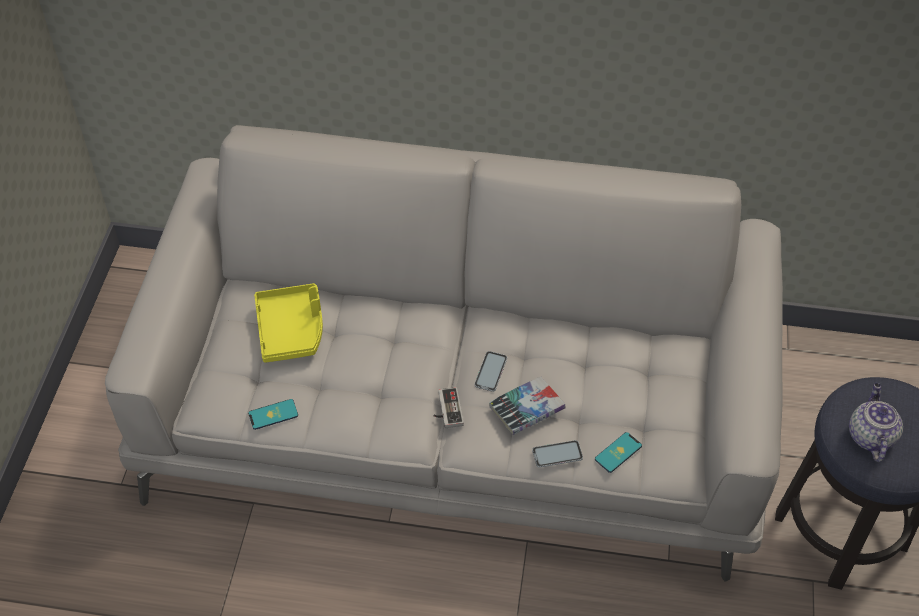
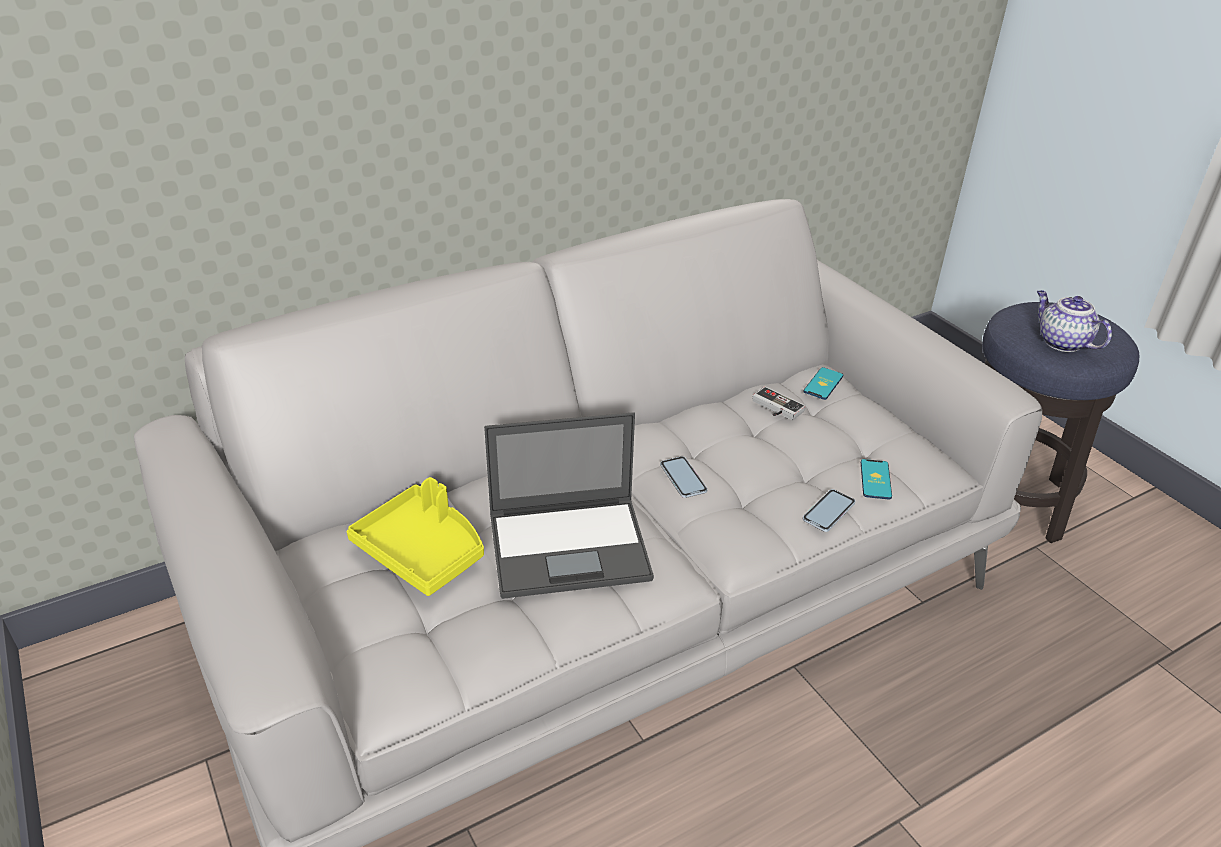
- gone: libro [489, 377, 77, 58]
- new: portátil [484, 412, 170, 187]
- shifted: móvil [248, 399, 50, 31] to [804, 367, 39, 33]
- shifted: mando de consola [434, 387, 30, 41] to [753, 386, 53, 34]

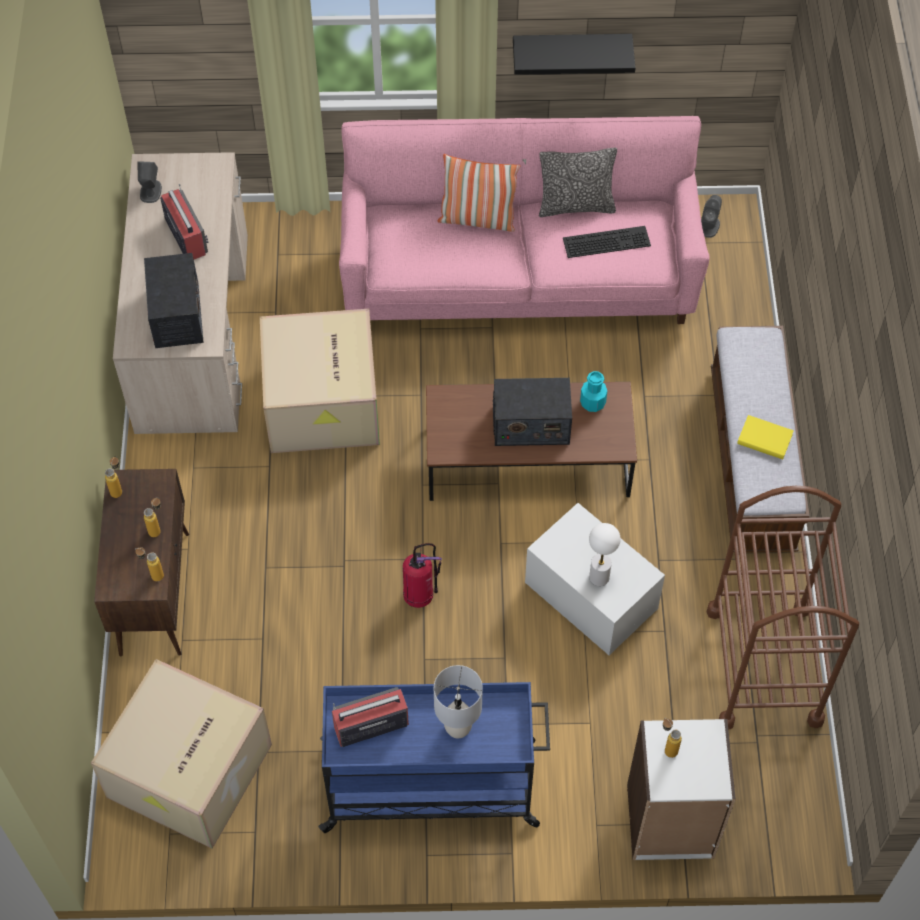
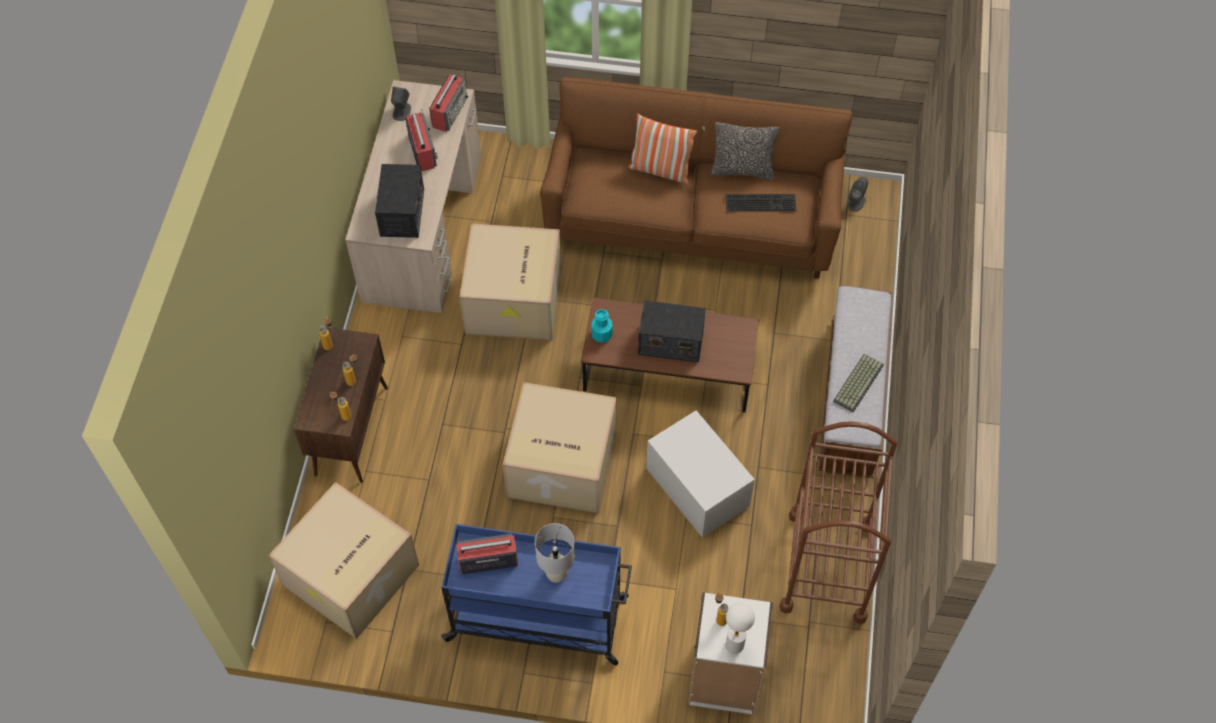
- gone: estante [negro] [513, 34, 122, 41]
- new: radio [429, 74, 39, 58]
- shifted: botella [turquesa] [580, 371, 27, 41] to [592, 309, 20, 34]
- shifted: lámpara de mesa [blanco] [589, 523, 32, 63] to [726, 602, 29, 51]
- swapped: extintor [403, 543, 39, 65] to caja de cartón [503, 382, 114, 131]
- swapped: libro [amarillo] [737, 415, 57, 44] to teclado [833, 354, 51, 58]
- repainted: sofá [rosa] [339, 116, 371, 208] to sofá [marrón] [540, 77, 312, 202]

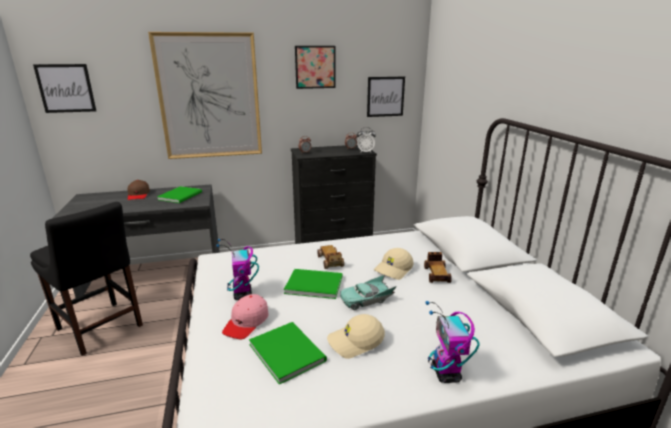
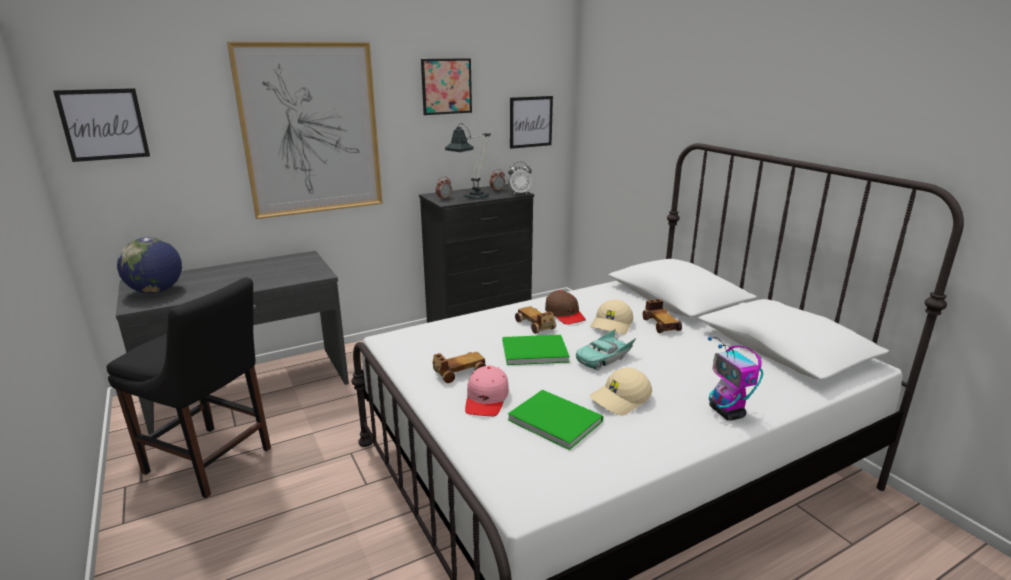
- gone: libro [verde] [157, 186, 45, 17]
- new: globo terráqueo [117, 237, 65, 56]
- new: lámpara de mesa [445, 123, 46, 77]
- shifted: gorra [marrón] [128, 180, 22, 20] to [545, 290, 41, 35]
- swapped: robot de juguete [216, 239, 43, 61] to coche de juguete [433, 352, 53, 31]

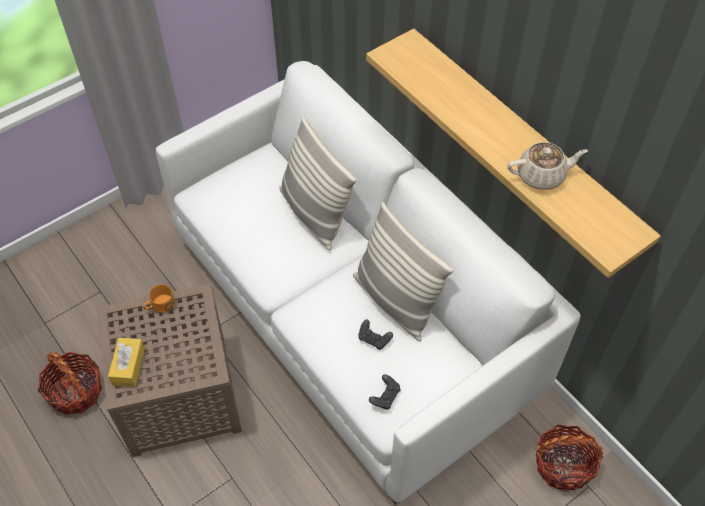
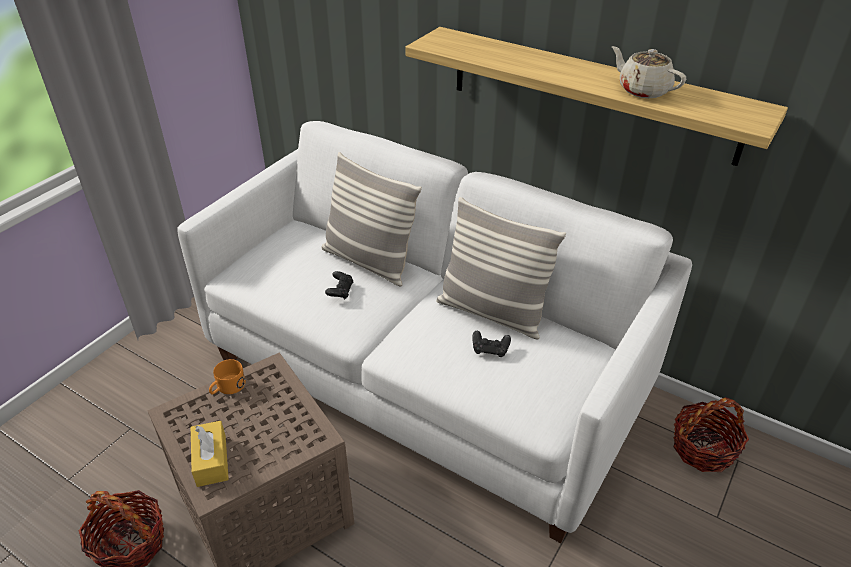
- shifted: mando de consola [negro] [369, 374, 31, 35] to [325, 271, 28, 28]
- rotated: tetera [beis] [508, 142, 80, 48] = [612, 46, 74, 52] 105 degrees counterclockwise

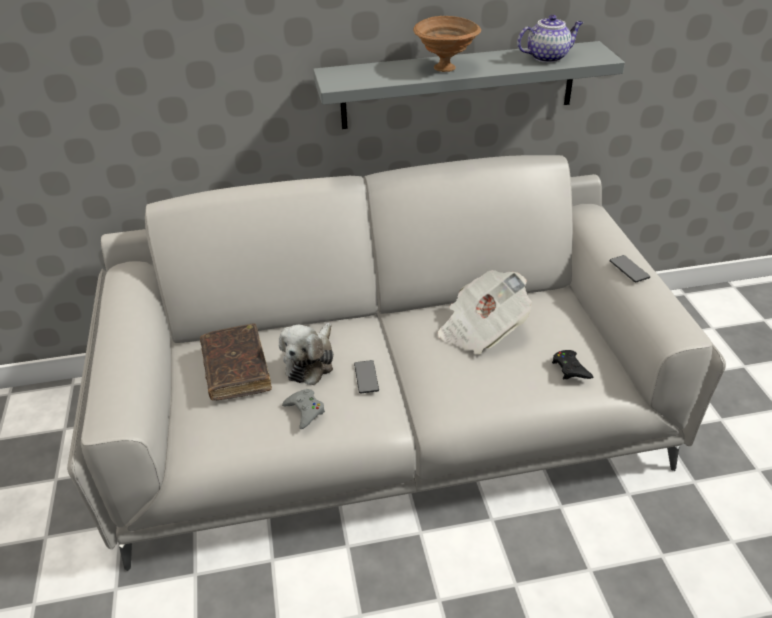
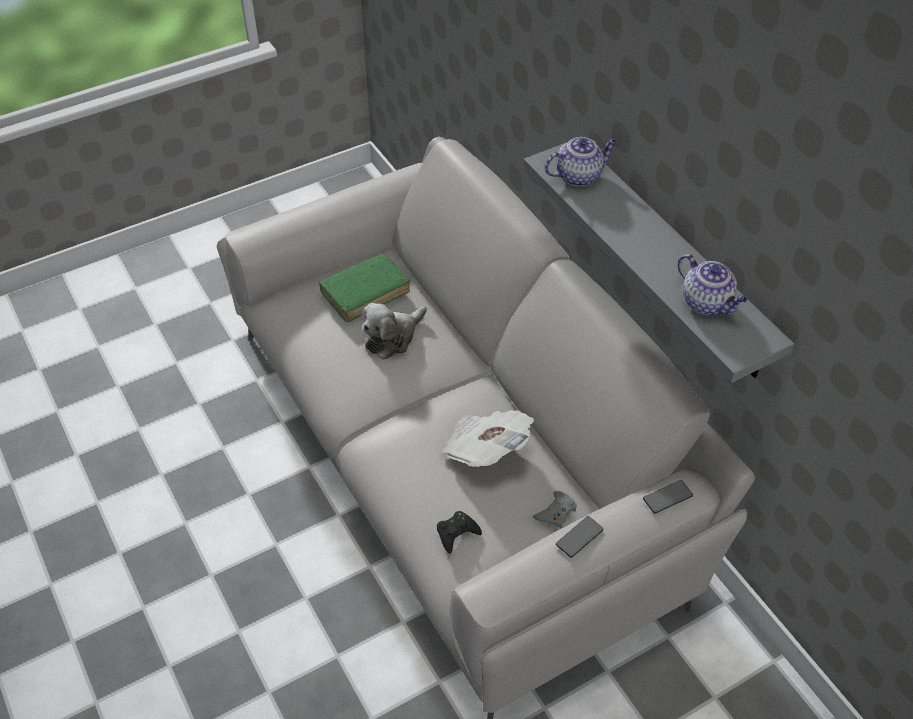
- gone: cuenco [marrón] [413, 16, 68, 56]
- new: tetera [544, 137, 73, 49]
- shifted: mando de consola [gris] [282, 389, 43, 40] to [533, 491, 44, 37]
- shifted: móvil [354, 360, 25, 34] to [643, 480, 50, 34]
- repainted: libro [marrón] [200, 323, 72, 77] to libro [verde] [319, 254, 91, 68]
- rotated: peluche [279, 322, 54, 63] = [361, 303, 66, 57] 45 degrees counterclockwise

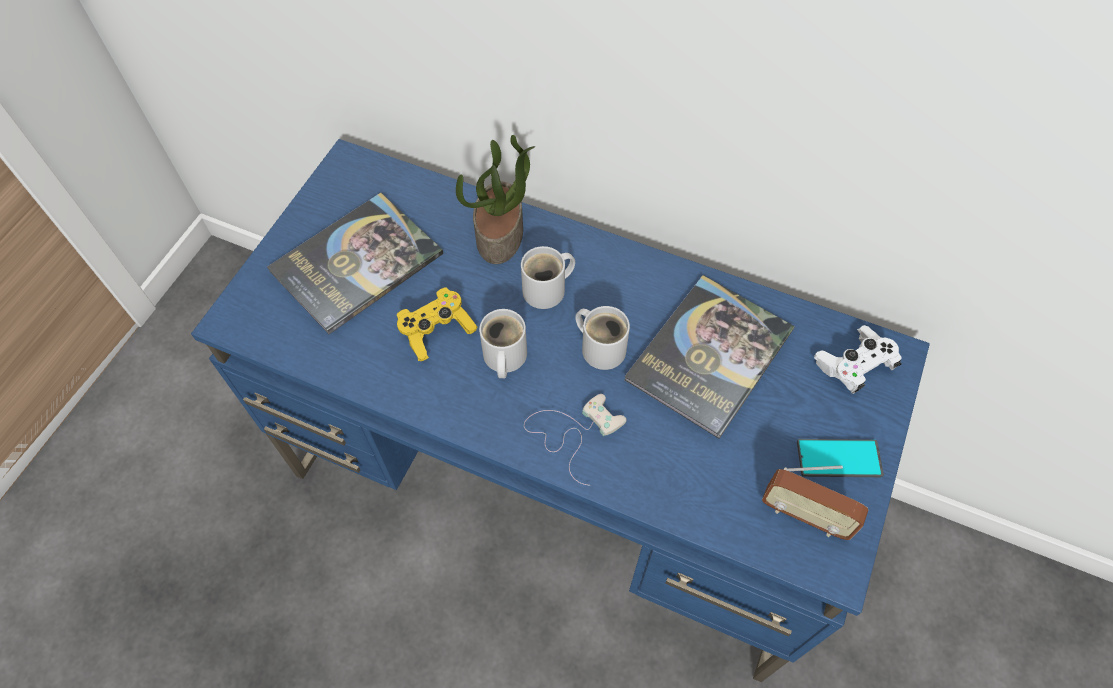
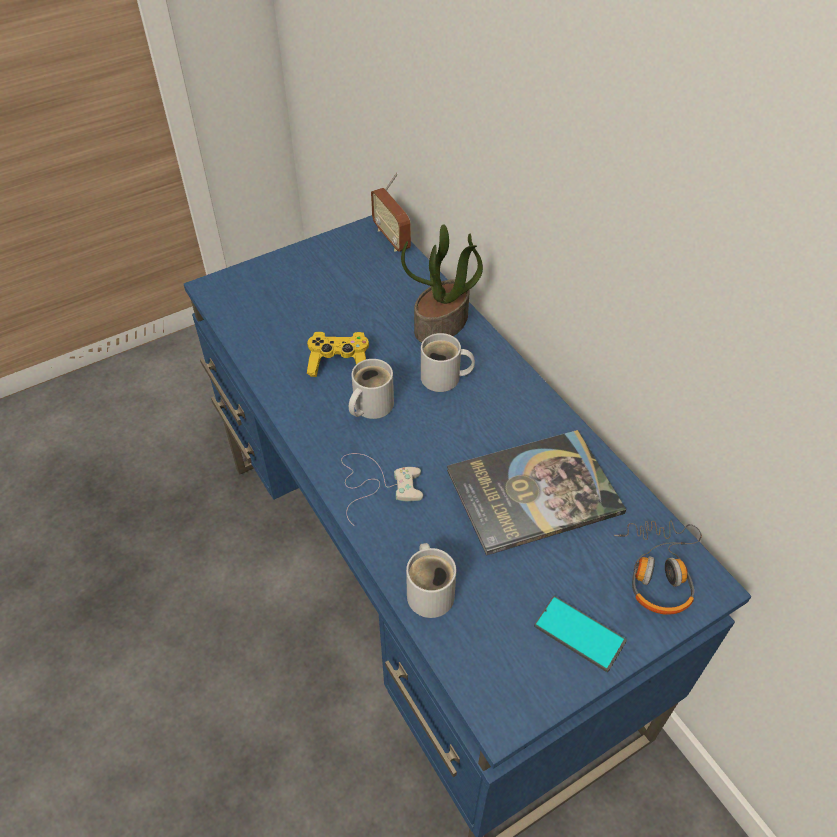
- gone: libro [267, 193, 176, 141]
- shifted: taza grande [blanco] [575, 306, 55, 64] to [406, 543, 50, 75]
- shifted: radio [762, 465, 106, 75] to [371, 172, 40, 80]
- swapped: mando de consola [blanco] [814, 325, 88, 69] to auriculares [614, 520, 88, 95]

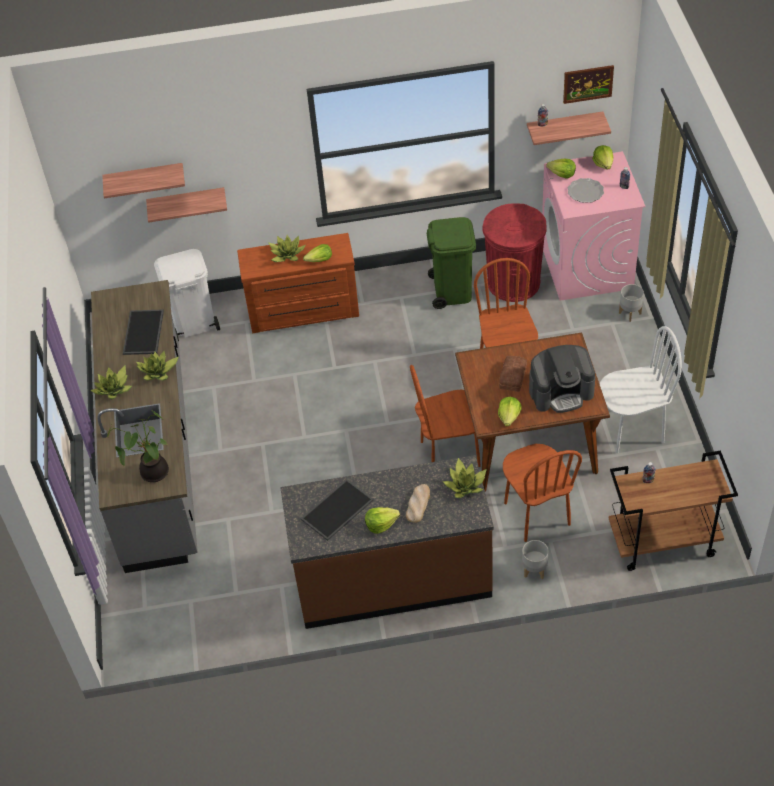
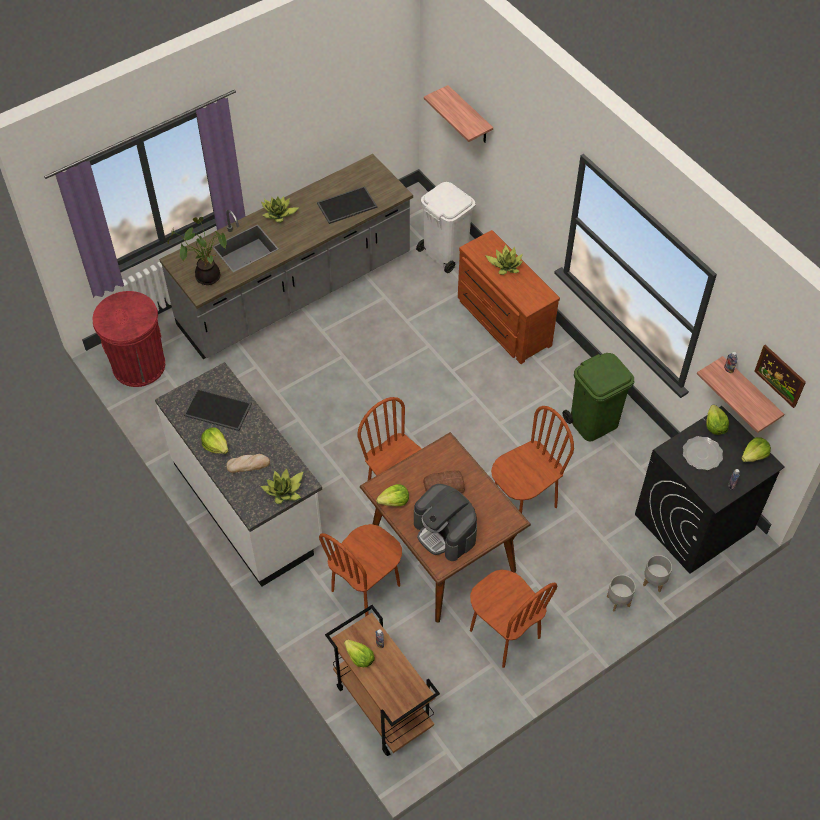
- gone: planta en maceta [136, 351, 43, 30]
- gone: estante [146, 187, 81, 36]
- shifted: lechuga [303, 244, 29, 18] to [344, 639, 31, 28]
- shifted: papelera [rojo] [482, 203, 65, 99] to [93, 291, 72, 96]
- shifted: maceta [gris] [522, 540, 27, 39] to [607, 575, 28, 37]
- repainted: mueble bajo de cocina [marrón] [280, 455, 214, 174] to mueble bajo de cocina [blanco] [155, 362, 167, 225]
- repainted: lavadora [rosa] [542, 151, 103, 150] to lavadora [negro] [635, 406, 150, 168]
- repainted: silla [blanco] [600, 326, 82, 127] to silla [marrón] [470, 570, 87, 98]

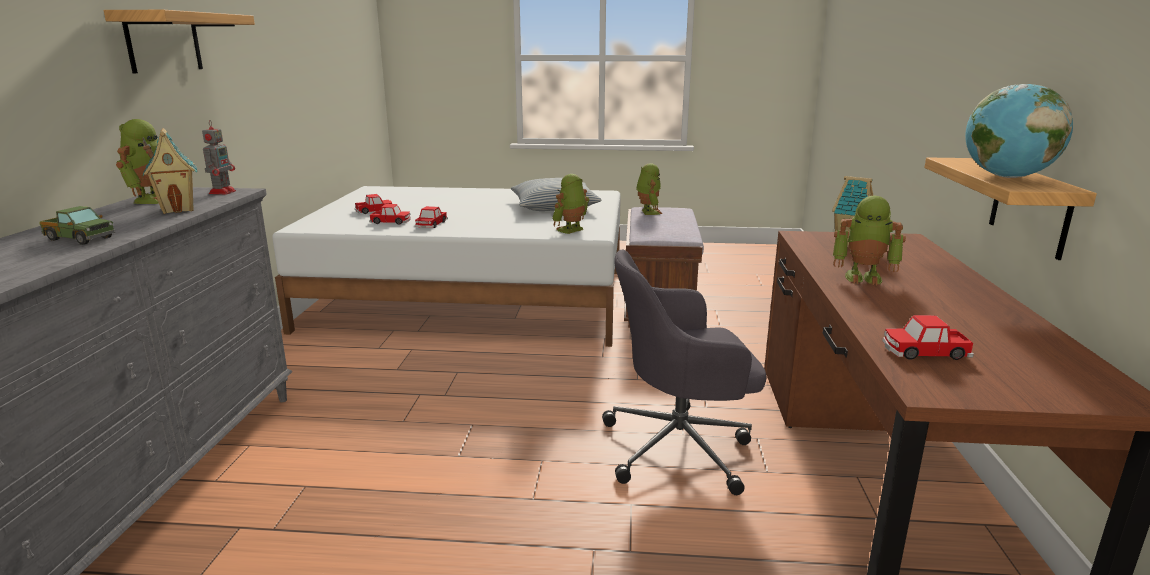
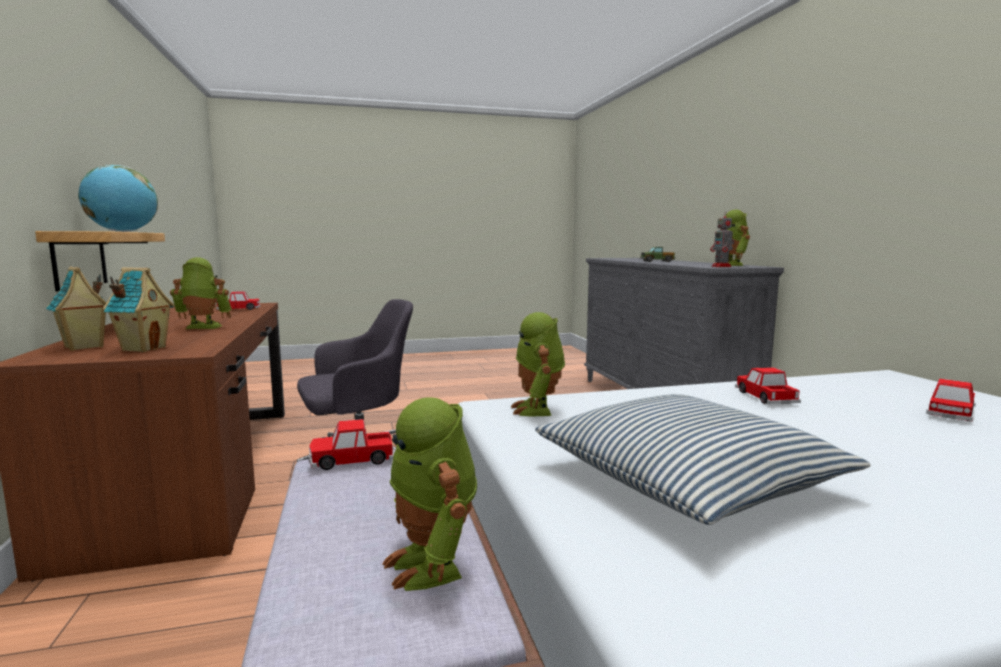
- gone: estante [104, 10, 151, 63]
- shifted: casita [142, 128, 55, 86] to [46, 266, 60, 85]
- shifted: coche de juguete [369, 204, 42, 21] to [309, 419, 85, 51]
- rotated: robot de juguete [552, 174, 37, 60] = [511, 312, 54, 104] 150 degrees clockwise

